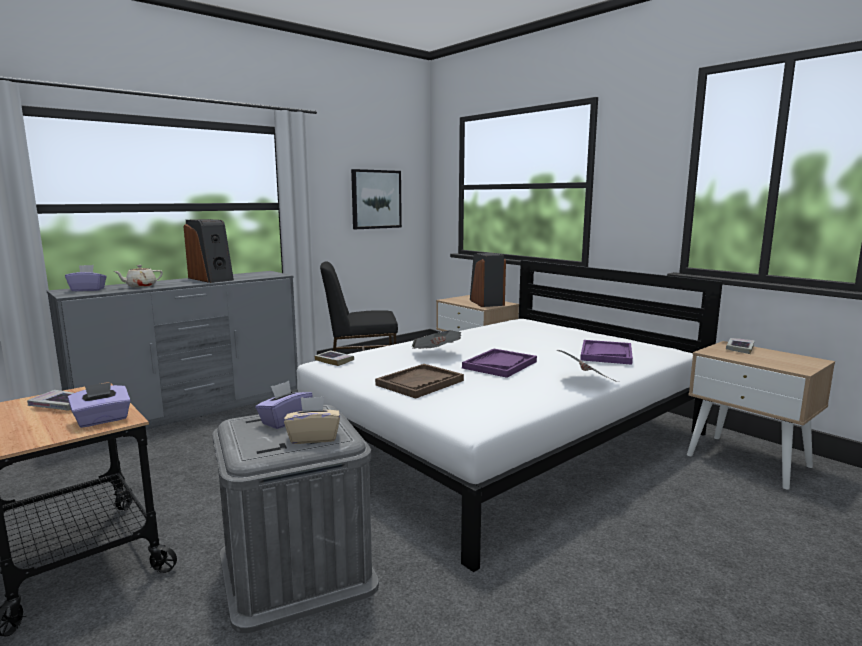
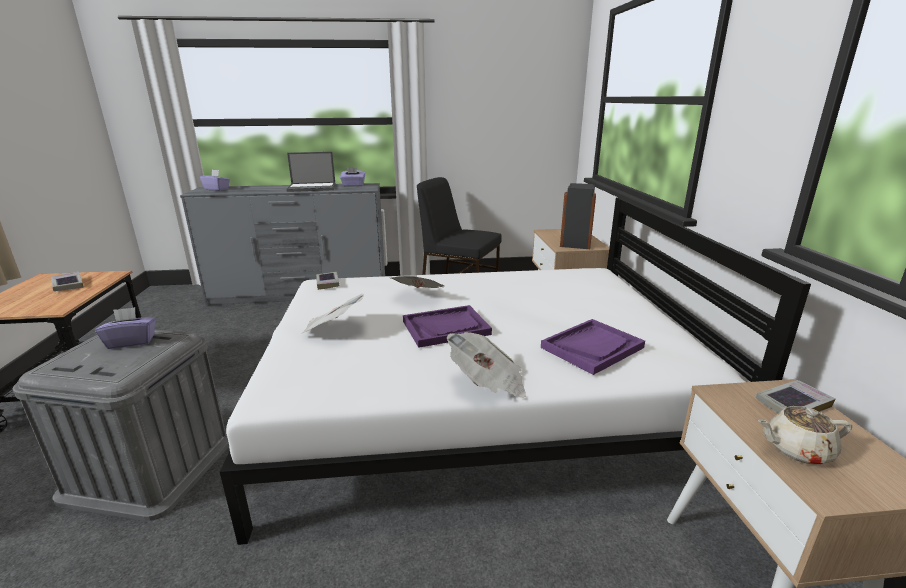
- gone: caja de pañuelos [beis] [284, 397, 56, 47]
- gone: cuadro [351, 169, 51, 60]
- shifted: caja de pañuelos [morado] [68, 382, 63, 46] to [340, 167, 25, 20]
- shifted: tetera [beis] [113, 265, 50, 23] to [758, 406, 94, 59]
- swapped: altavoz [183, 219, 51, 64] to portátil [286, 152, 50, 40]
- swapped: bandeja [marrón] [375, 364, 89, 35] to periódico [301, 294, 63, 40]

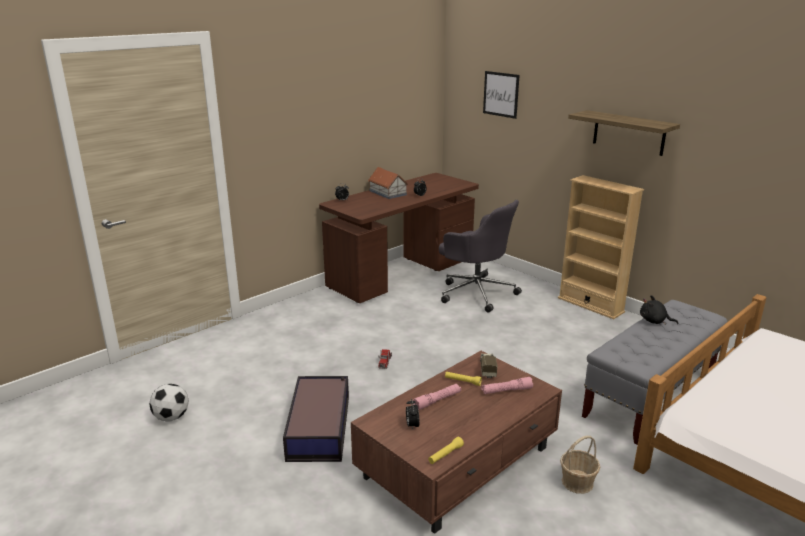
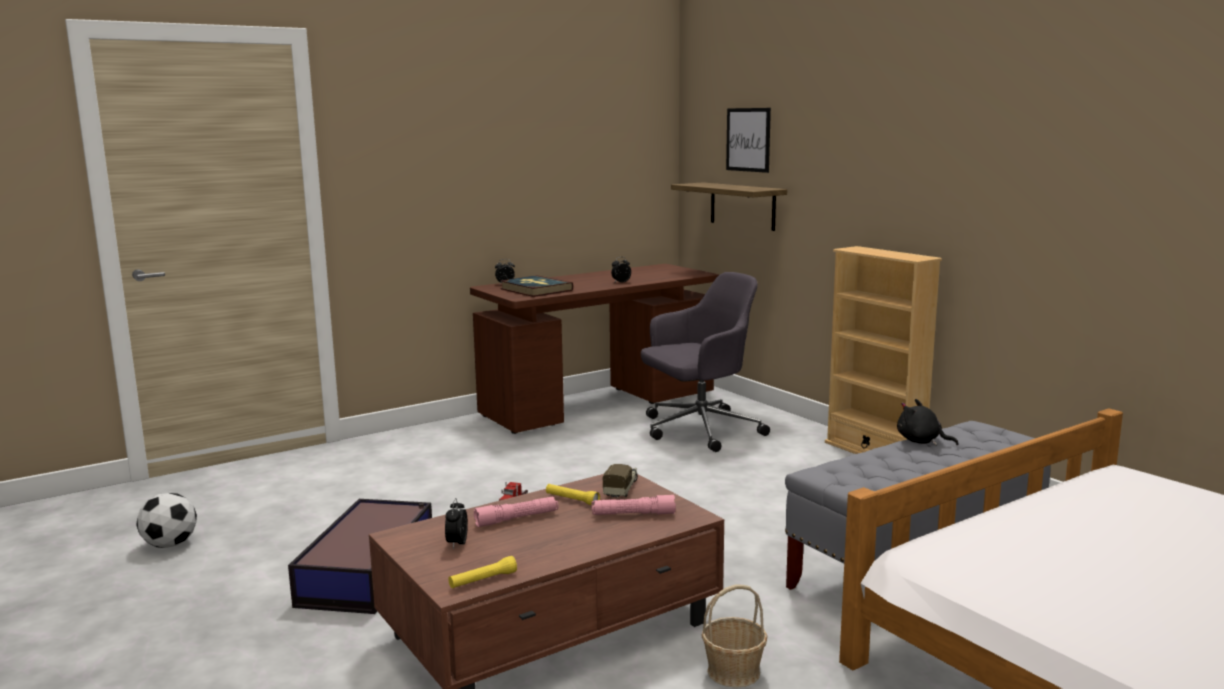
- gone: casita [368, 167, 40, 32]
- new: libro [500, 275, 73, 22]
- shifted: estante [568, 110, 112, 46] to [671, 182, 116, 49]
- rotated: silla de oficina [gris] [439, 200, 83, 112] = [641, 272, 129, 180] 75 degrees counterclockwise

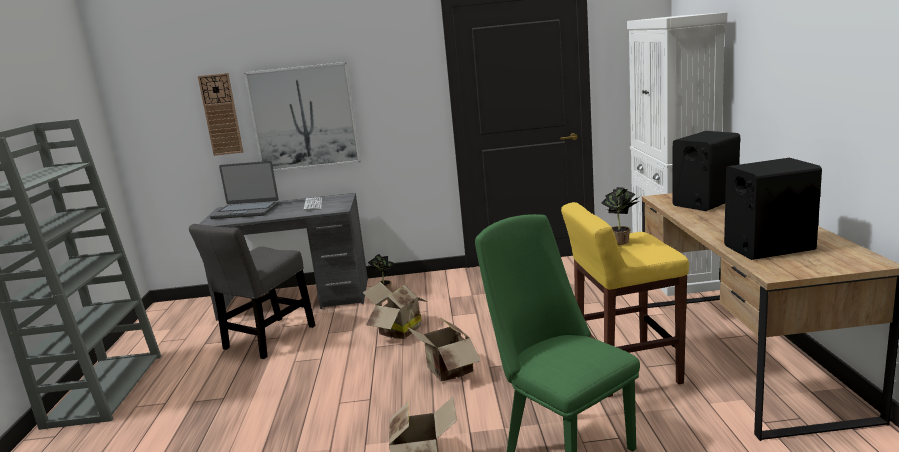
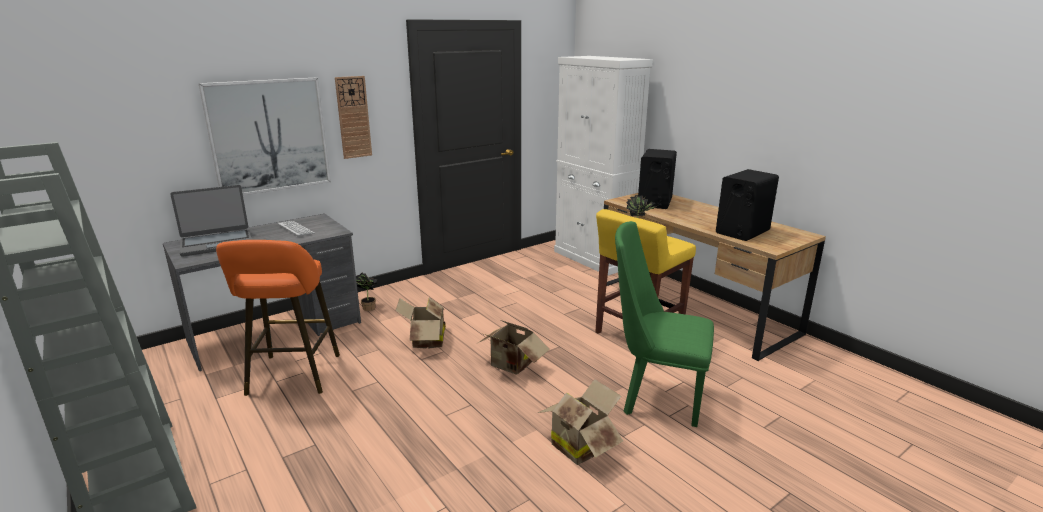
- shifted: reloj de pared [198, 73, 45, 83] to [335, 76, 37, 83]
- swapped: silla [gris] [189, 224, 127, 135] to taburete [naranja] [216, 240, 124, 156]

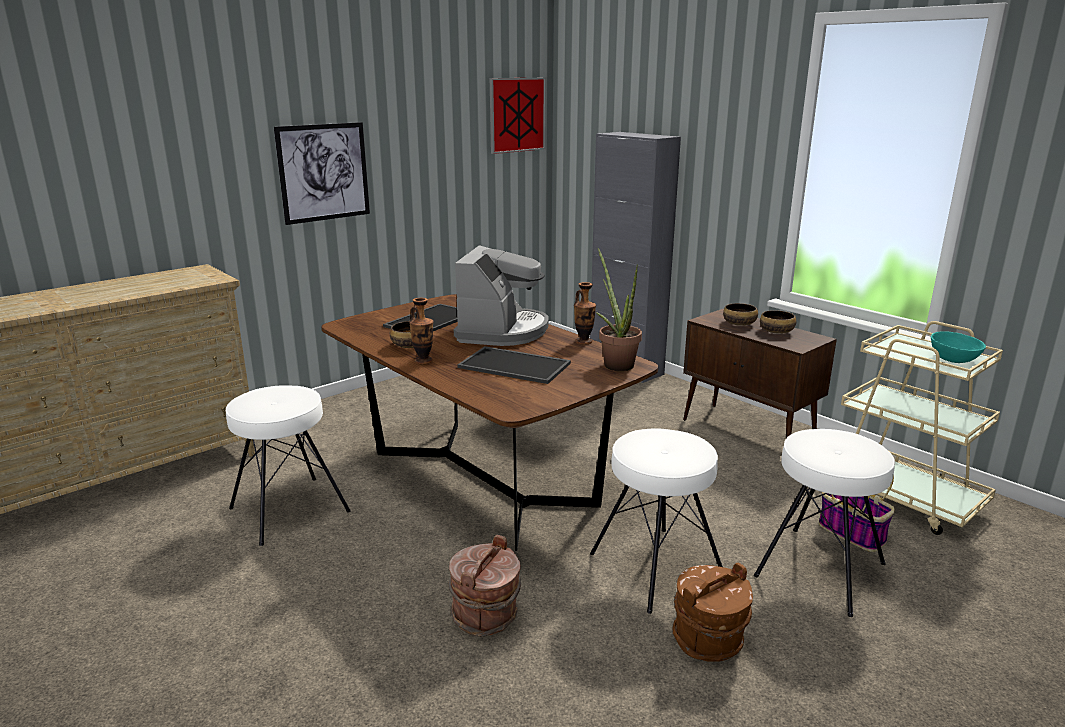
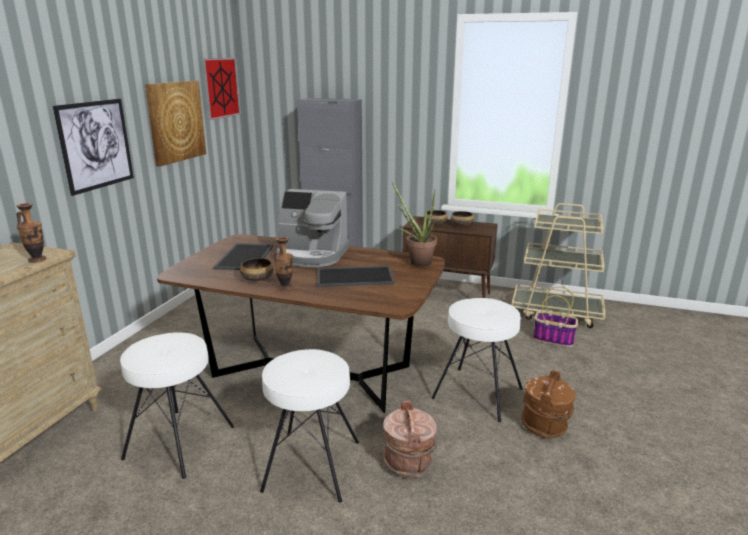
- gone: cuenco [turquesa] [931, 331, 55, 32]
- new: cuadro [145, 81, 61, 86]
- shifted: florero [574, 282, 22, 63] to [17, 203, 29, 60]
- shifted: taburete [blanco] [754, 429, 141, 188] to [260, 349, 99, 154]
- rotated: cafetera [454, 245, 95, 101] = [277, 189, 72, 78] 120 degrees clockwise

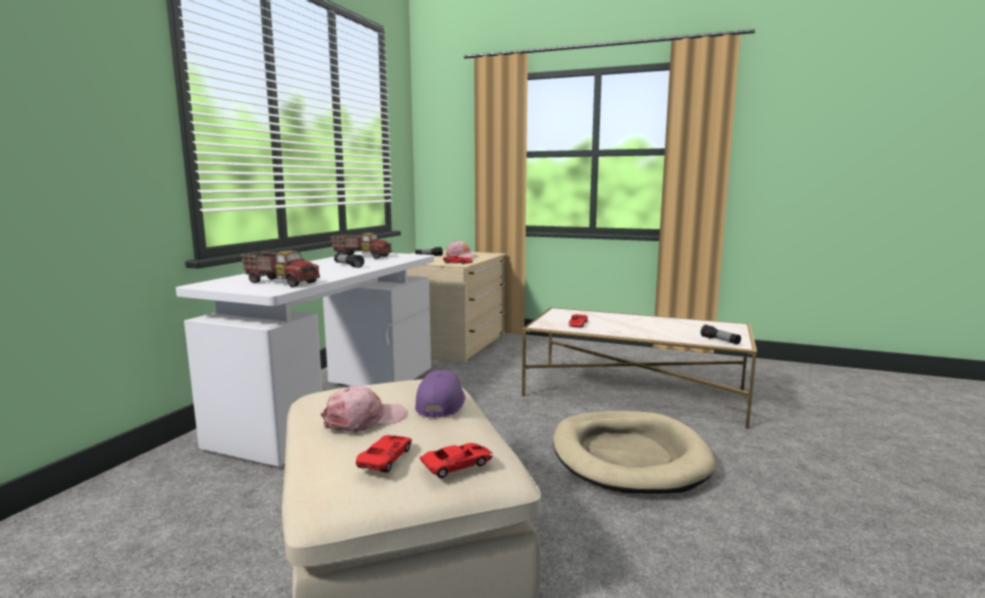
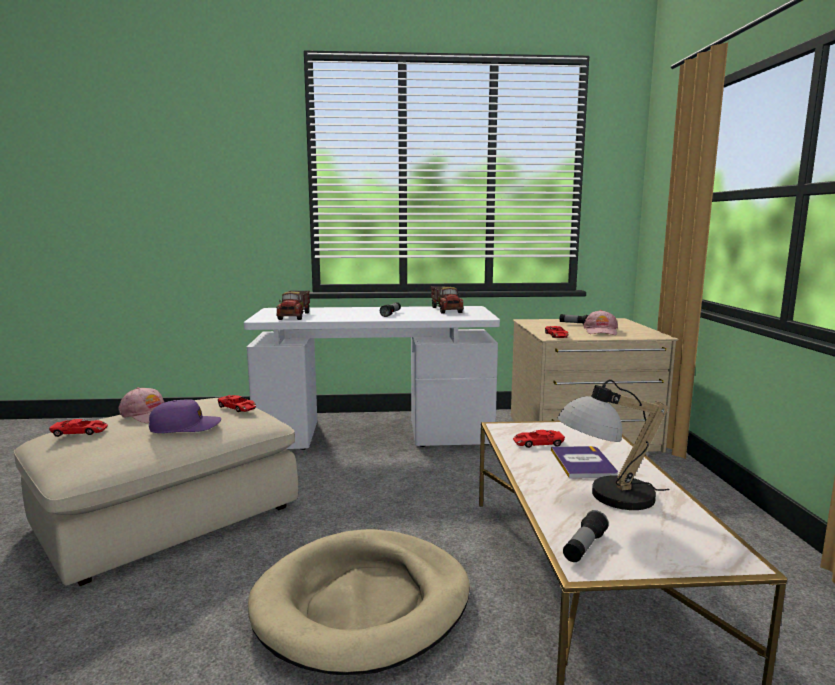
- new: libro [551, 446, 67, 32]
- new: lámpara de mesa [557, 380, 113, 130]
- shifted: coche de juguete [rojo] [420, 443, 73, 35] to [218, 395, 38, 17]

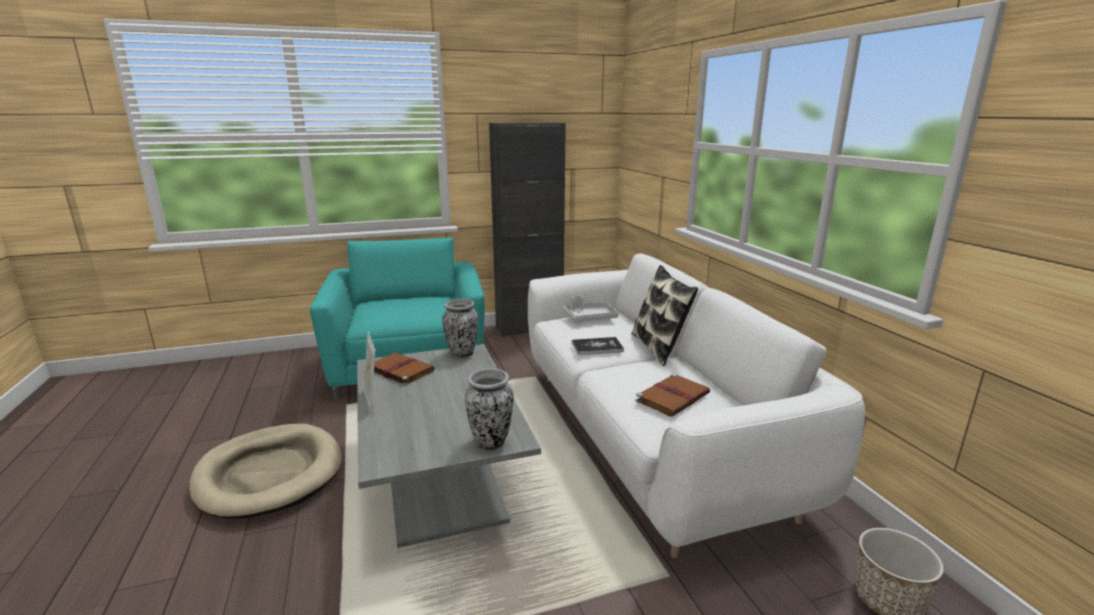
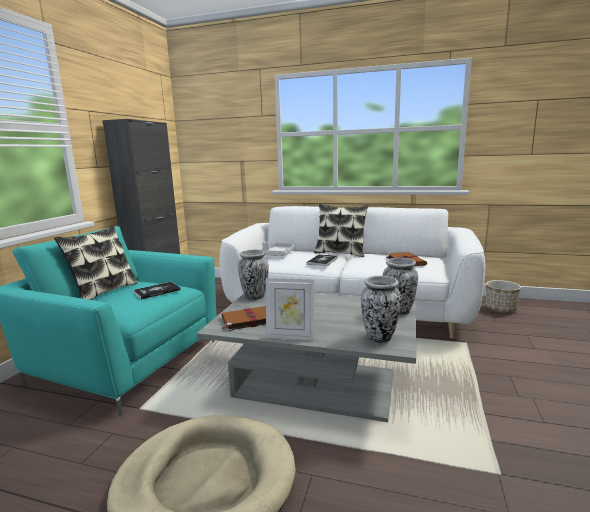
- new: cojín [54, 225, 83, 75]
- new: libro [133, 282, 48, 17]
- new: florero [361, 276, 40, 67]

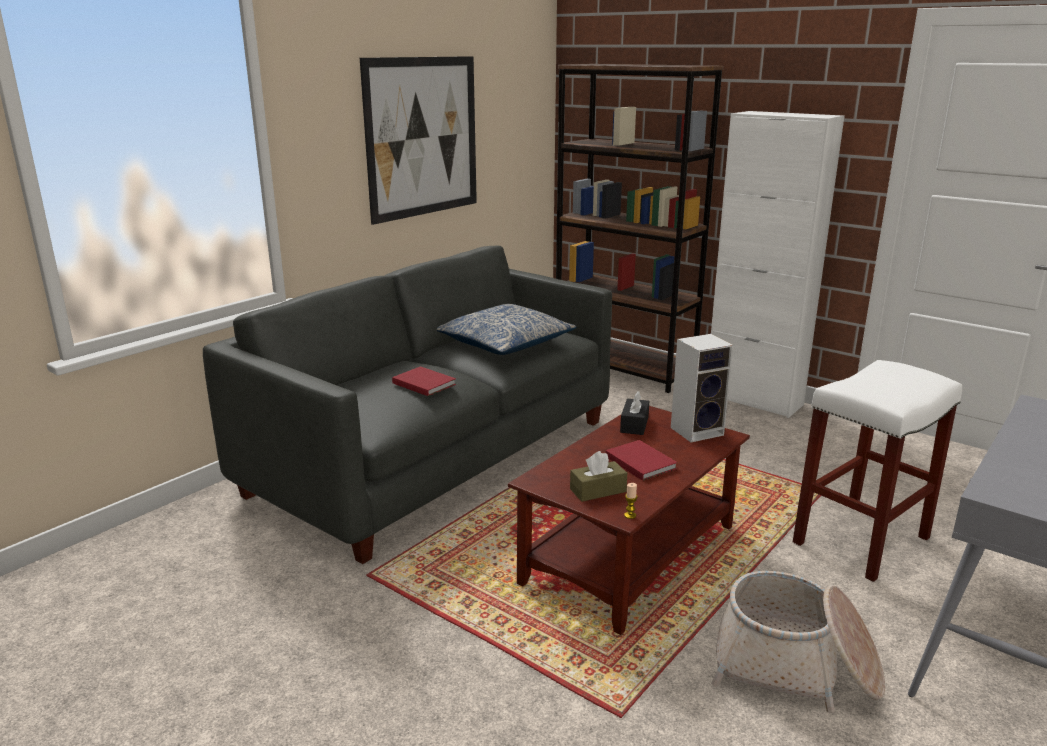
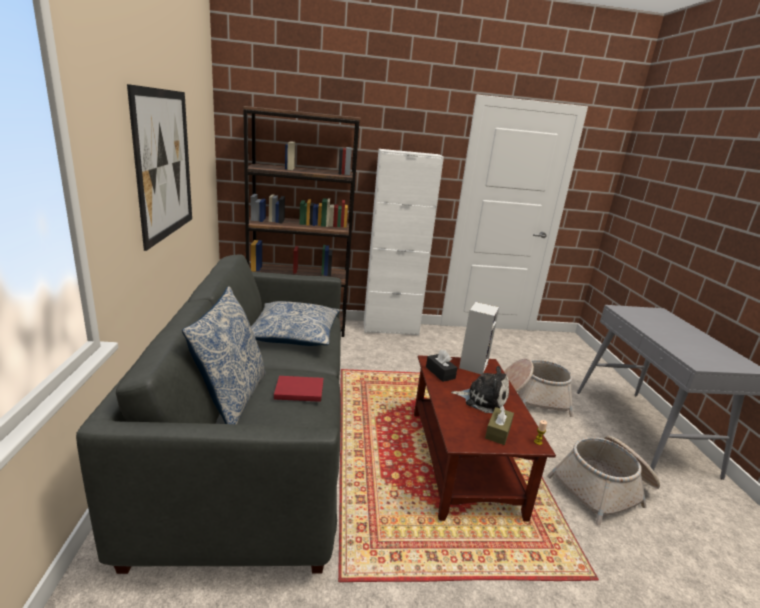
- new: cojín [182, 286, 84, 138]
- swapped: libro [rojo] [606, 440, 72, 41] to peluche [451, 366, 58, 47]
- swapped: taburete [blanco] [793, 360, 169, 222] to cesta [504, 359, 69, 58]

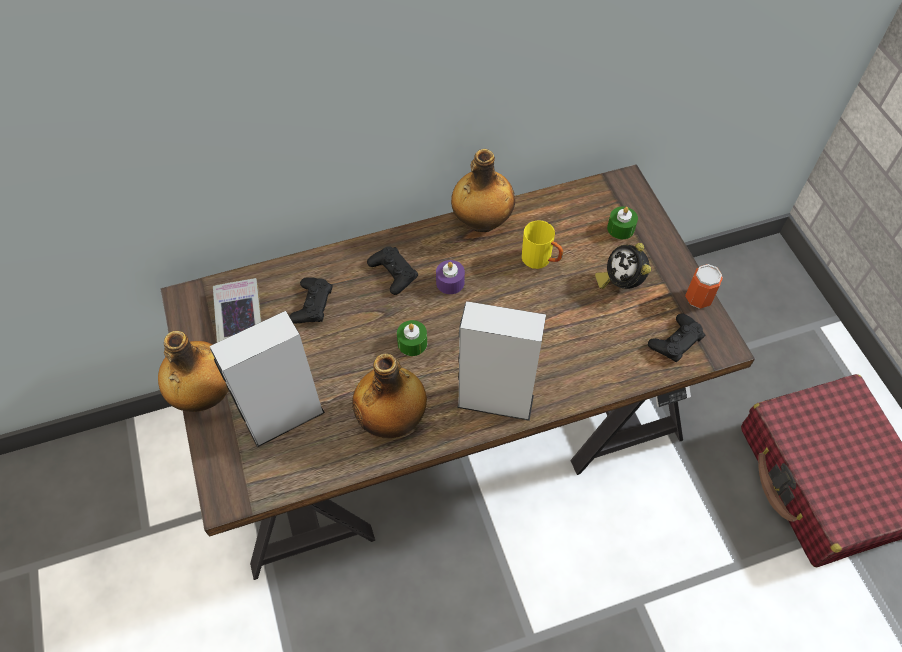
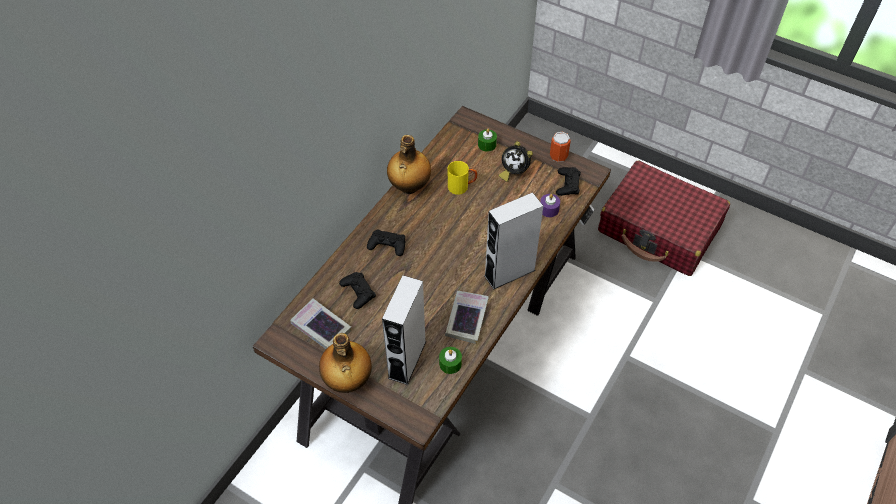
- shifted: vela [verde] [397, 320, 30, 36] to [439, 347, 23, 27]
- shifted: vela [morado] [436, 260, 29, 34] to [540, 194, 20, 23]
- swapped: botella [352, 353, 75, 85] to libro [445, 291, 44, 53]

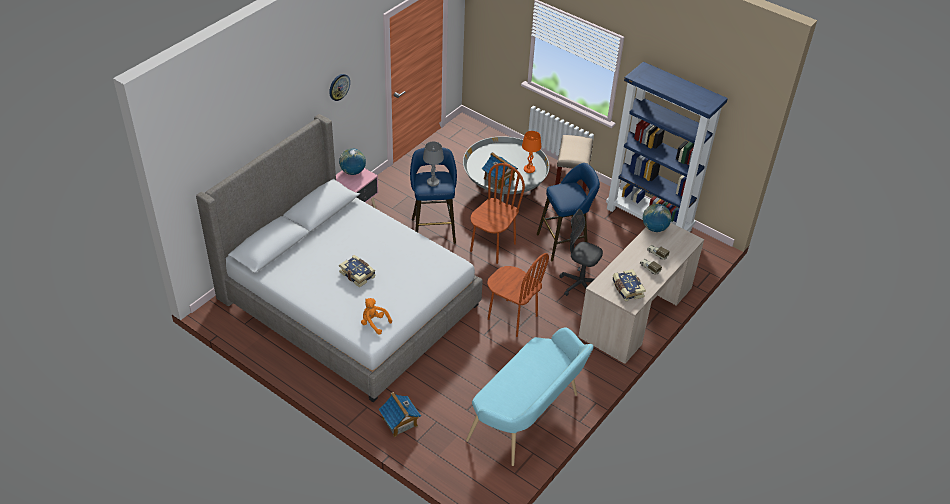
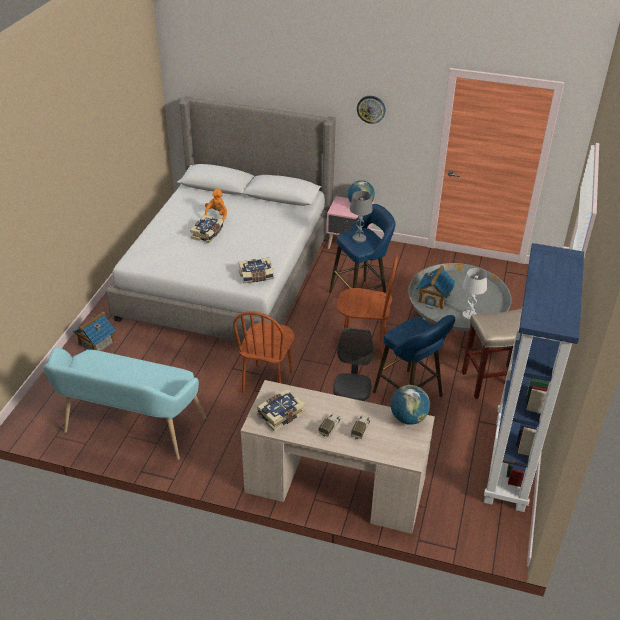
- new: libro [238, 258, 36, 25]
- shifted: peluche [naranja] [361, 298, 31, 36] to [205, 189, 22, 33]
- repainted: lámpara de mesa [naranja] [522, 131, 19, 42] to lámpara de mesa [blanco] [463, 268, 24, 52]

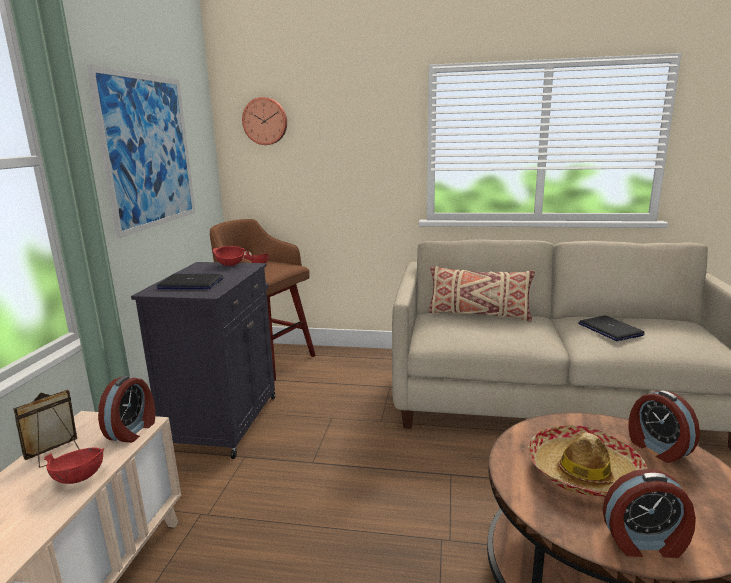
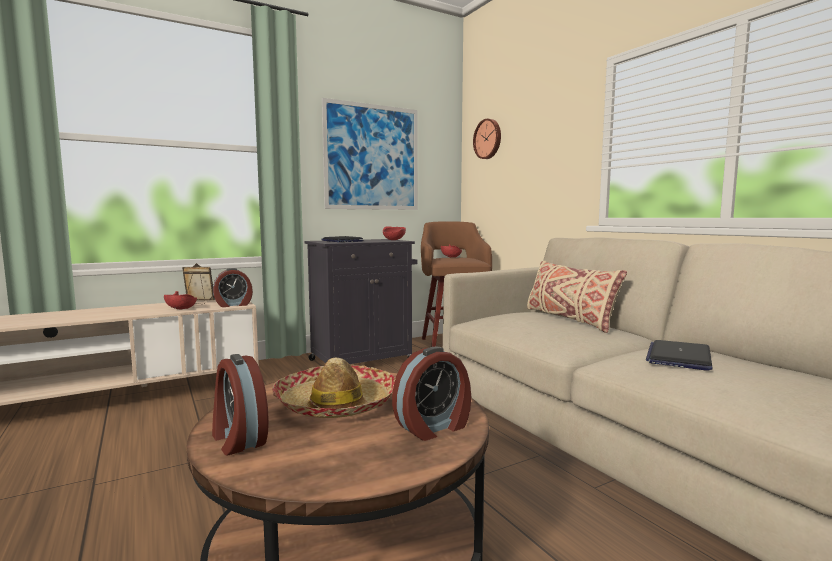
- rotated: despertador [628, 390, 72, 73] = [392, 347, 79, 94] 150 degrees counterclockwise

